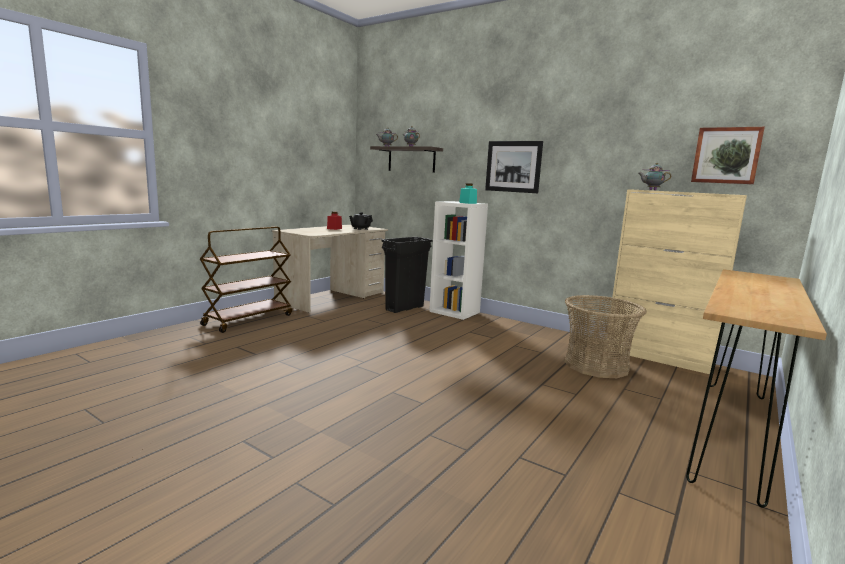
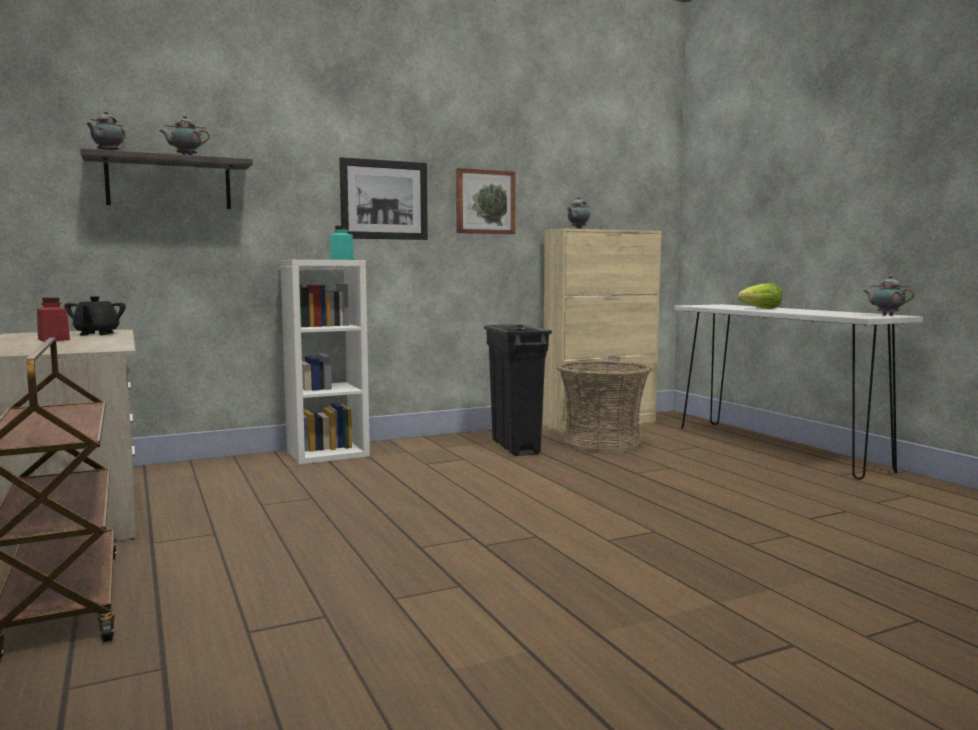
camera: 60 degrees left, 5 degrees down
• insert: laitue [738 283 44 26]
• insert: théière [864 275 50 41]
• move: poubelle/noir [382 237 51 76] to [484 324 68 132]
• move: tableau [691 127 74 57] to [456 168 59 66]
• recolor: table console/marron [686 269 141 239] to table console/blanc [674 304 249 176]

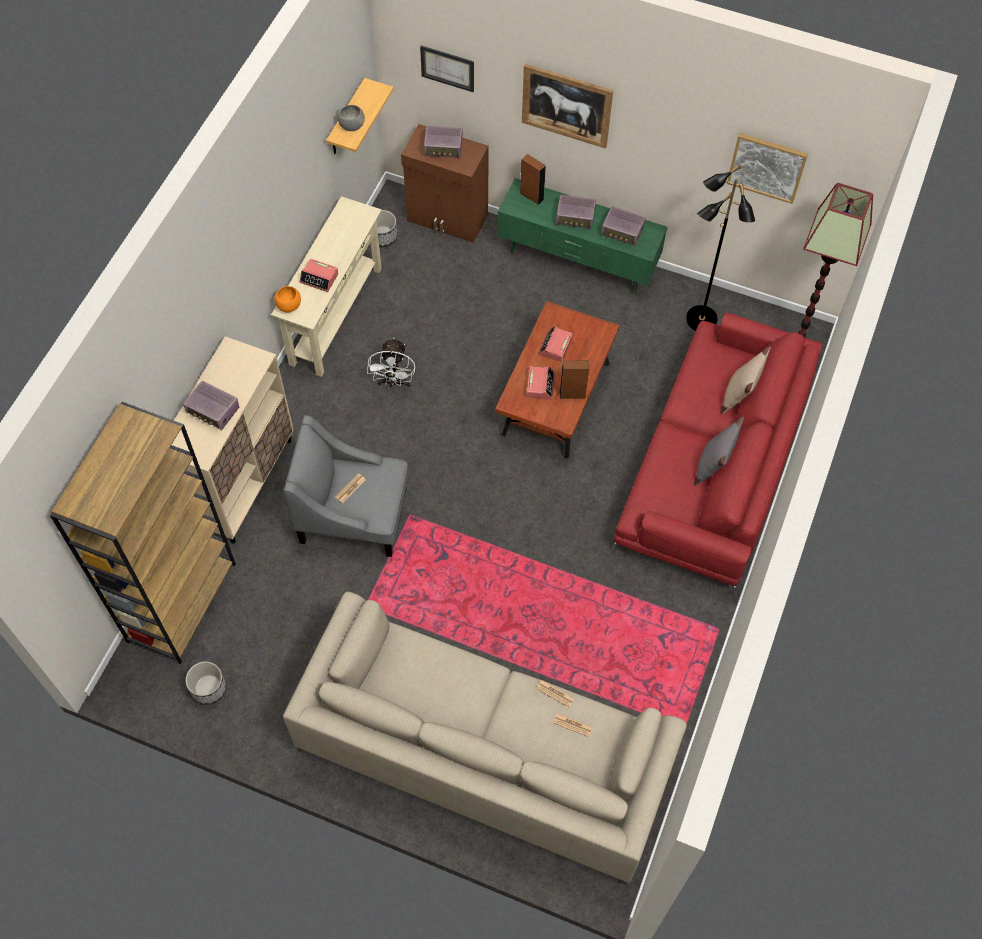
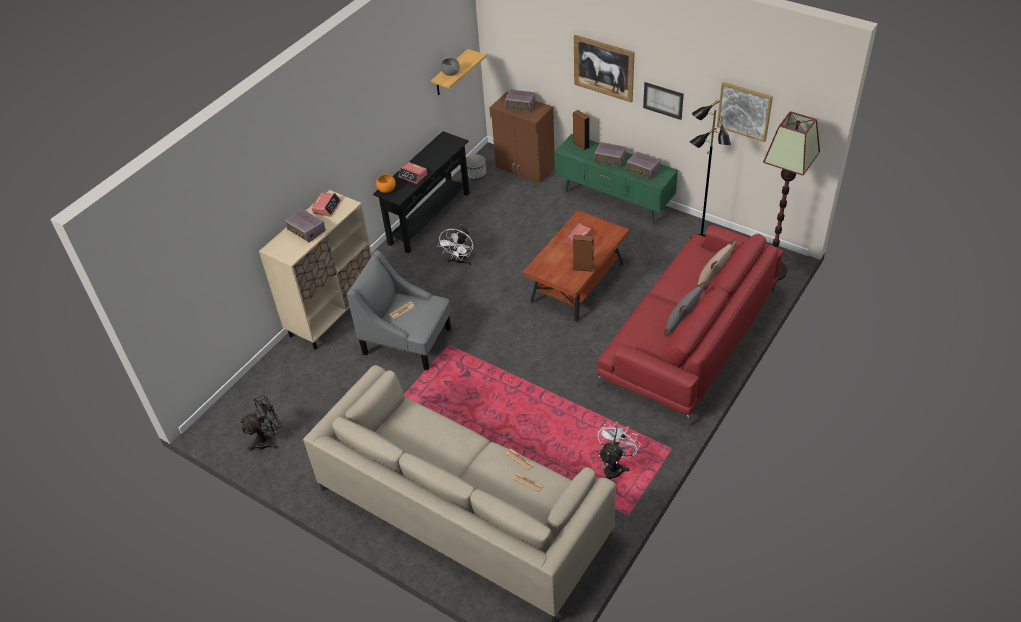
camera: 15 degrees right, 15 degrees down
• delete: bibliothèque/marron [50 402 186 262]
• insert: ventilateur/blanc [597 421 44 58]
• move: tableau [420 46 54 46] to [643 82 41 38]
• move: réveil [526 366 29 34] to [311 192 30 25]
• replace: cache-pot [186 661 40 44] to ventilateur/noir [240 395 43 56]
• recolor: table console/beige [271 196 111 181] to table console/noir [373 131 97 123]

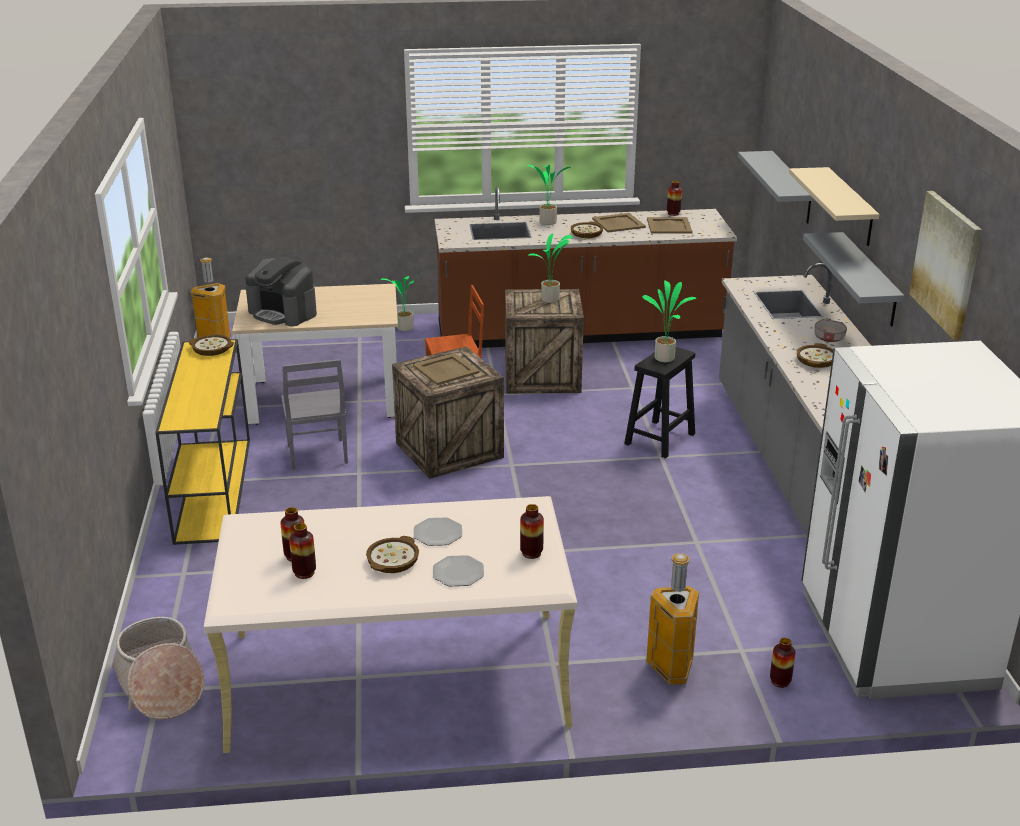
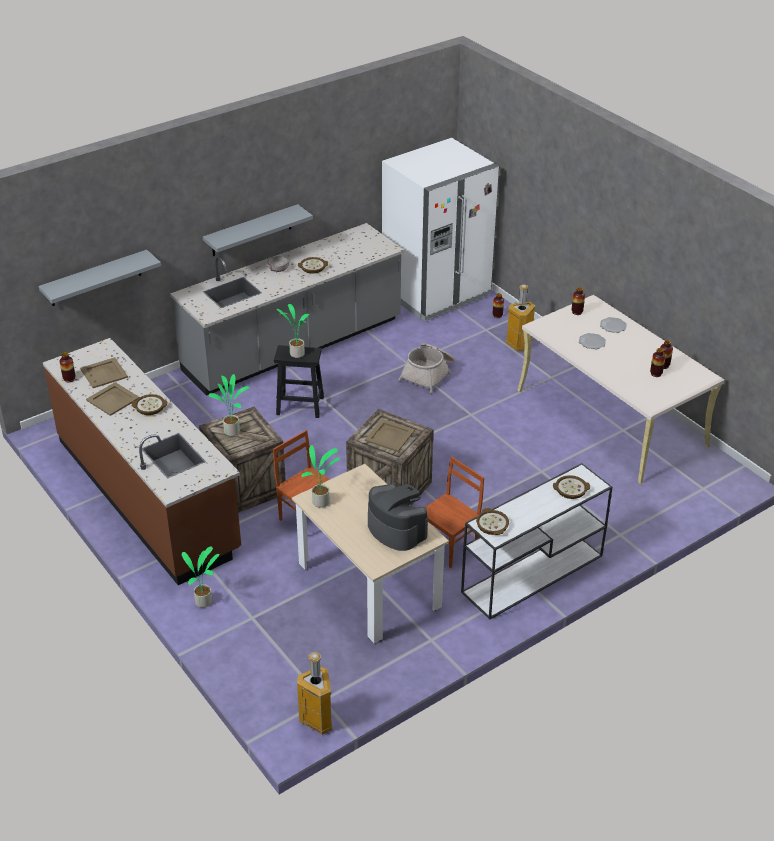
camera: 120 degrees left, 10 degrees up
• delete: étagère/beige [789 167 91 79]
• delete: tableau [909 191 73 149]
• move: panier [112 617 93 103] to [398 343 57 50]
• move: bol [366 536 53 37] to [553 475 37 24]
• move: plante en pot [526 165 46 60] to [301 445 39 63]
• recolor: table console/jaune [155 339 95 206] to table console/blanc [461 463 151 157]
• recolor: chaise/gris [281 359 67 111] to chaise/marron [425 456 59 112]
• rotate: machine à café [245 256 72 70] = [368 484 60 67] 45 degrees counterclockwise

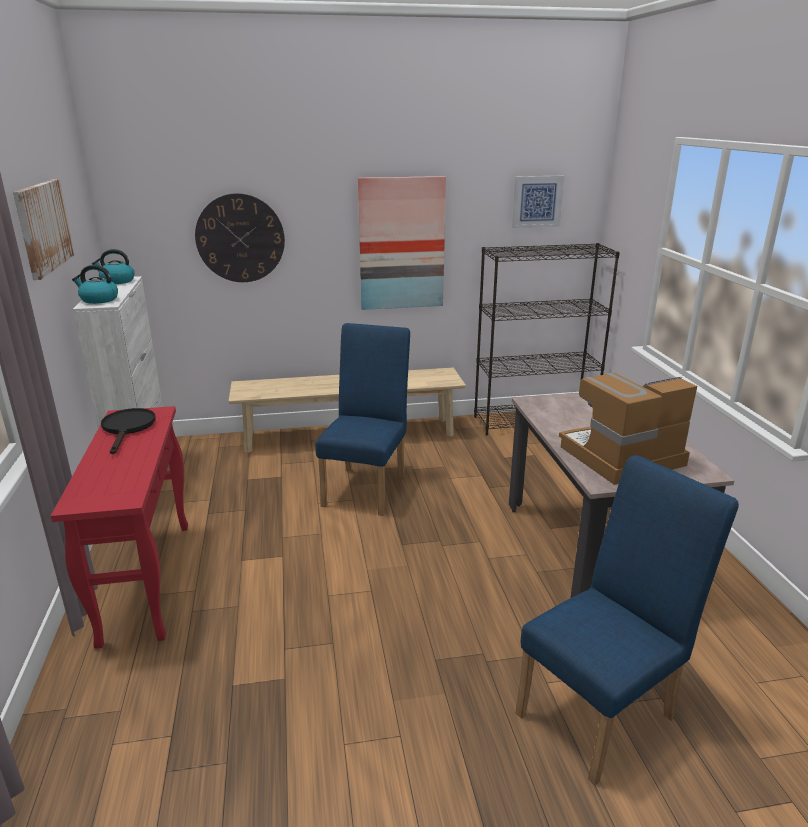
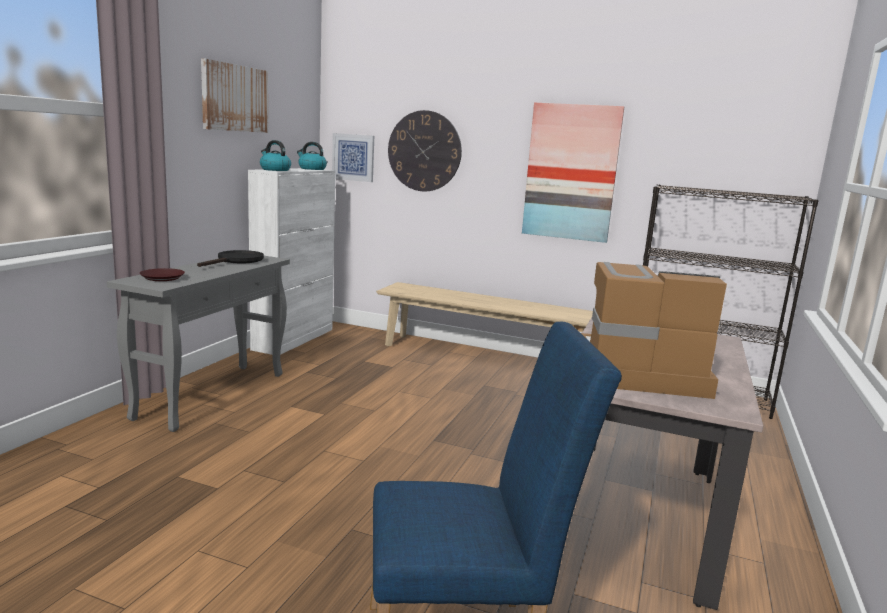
camera: 30 degrees right, 10 degrees down
• delete: chaise/bleu [315 323 95 193]
• insert: assiette/marron [140 268 45 13]
• move: tableau [512 176 52 52] to [332 133 42 49]
• recolor: table console/rouge [51 406 137 242] to table console/gris [107 256 183 176]

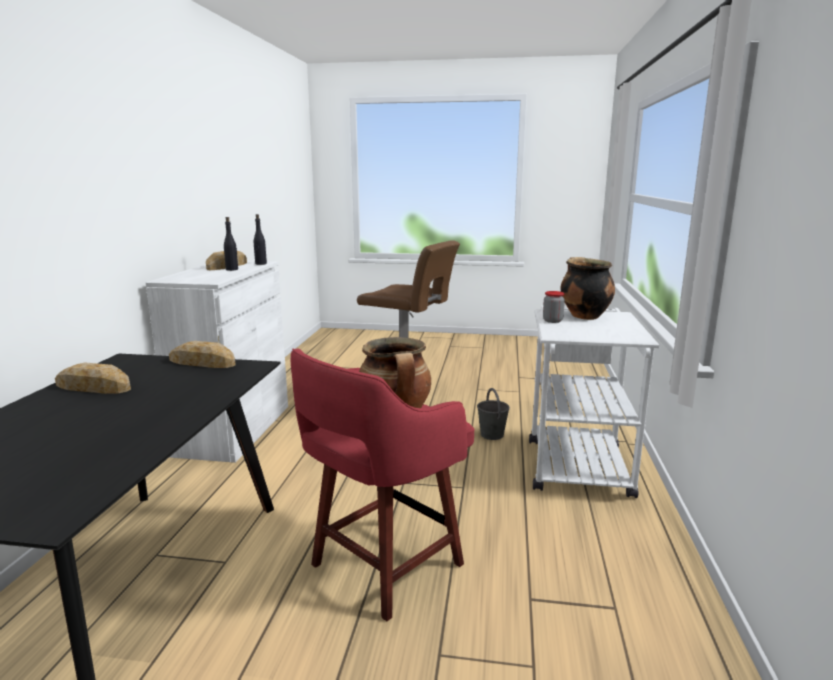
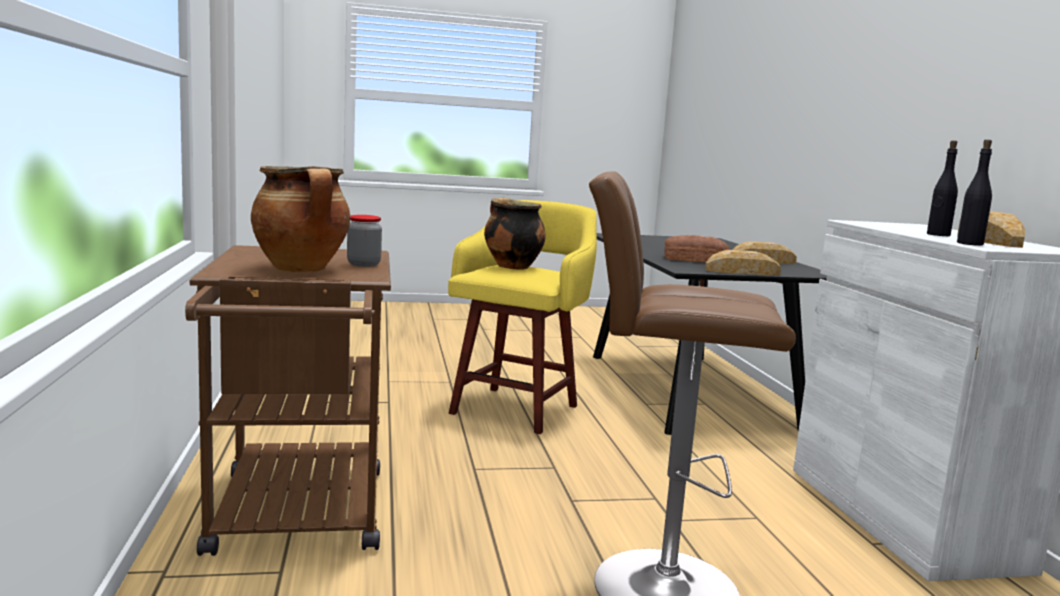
camera: 160 degrees right, 5 degrees down
• delete: seau/gris [477 388 33 52]
• insert: pain [664 235 66 28]
• recolor: tabouret/rouge [291 348 183 273] to tabouret/jaune [448 200 149 234]
• recolor: chariot/blanc [529 305 130 193] to chariot/marron [185 245 206 311]

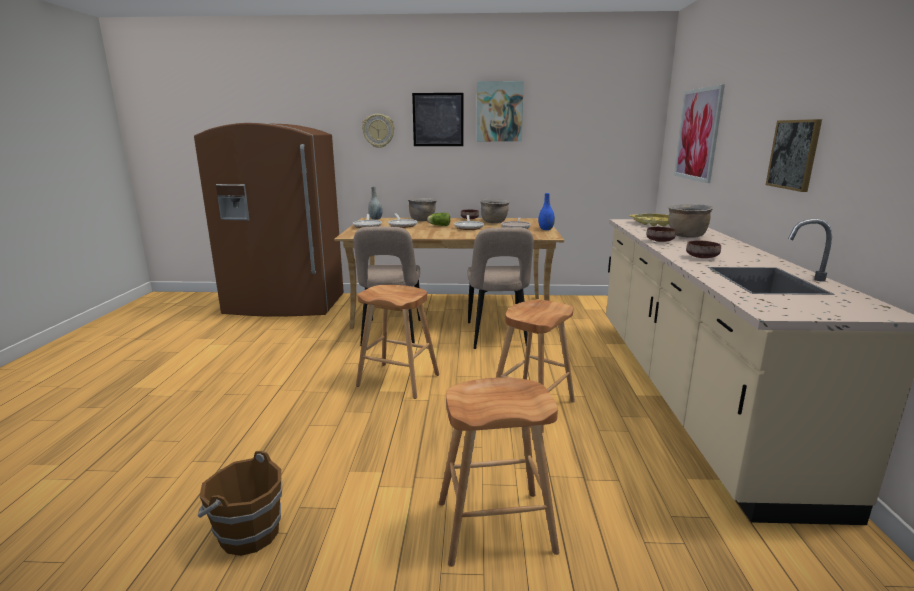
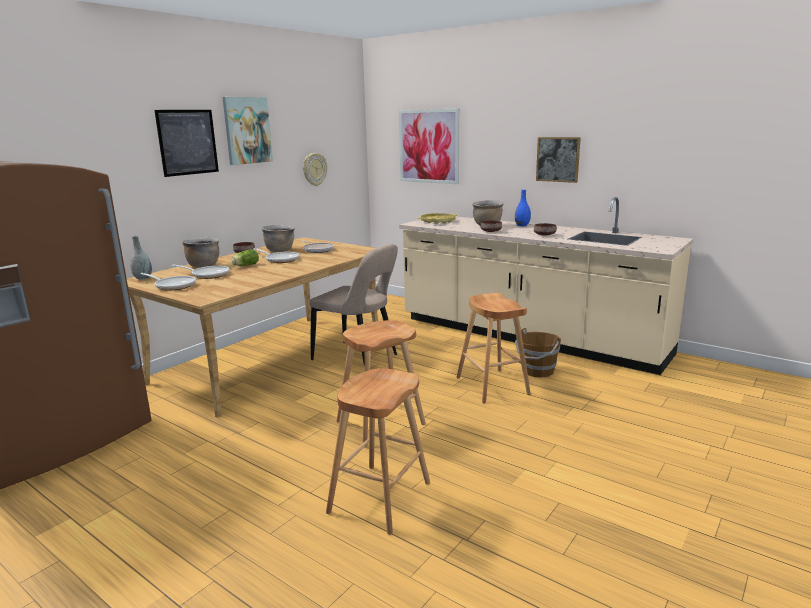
camera: 55 degrees left, 0 degrees up
• delete: chaise/beige [354 226 67 120]
• move: seau/marron [198 451 84 105] to [515 328 46 50]
• move: horloge murale [362 114 33 34] to [303 153 24 33]
• move: tabouret/marron [439 378 121 189] to [326 368 104 167]
• move: vase/bleu [539 193 16 37] to [515 190 16 36]

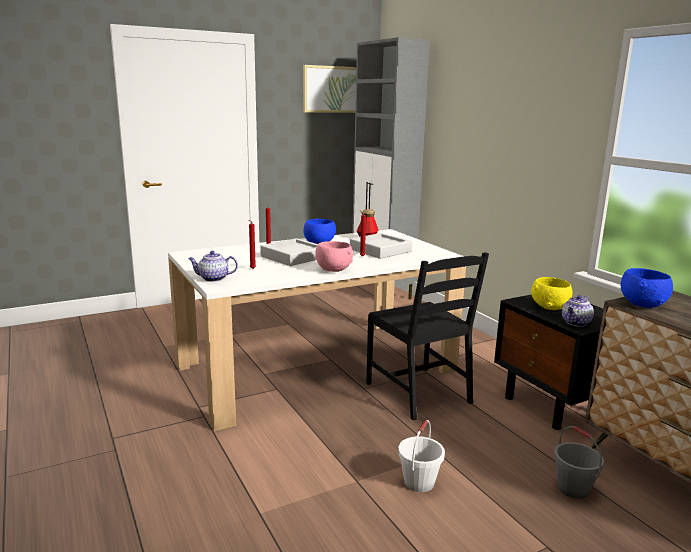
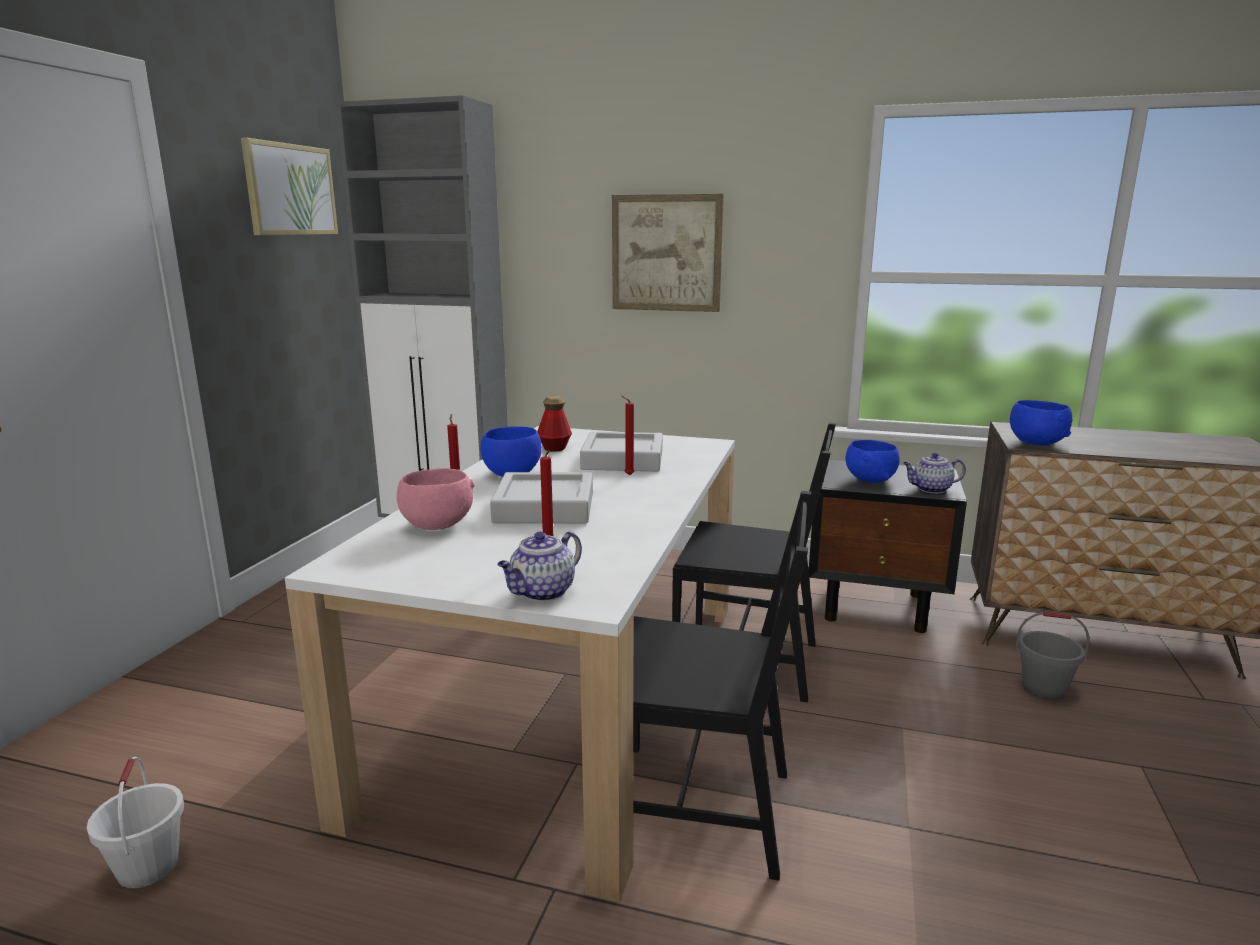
camera: 45 degrees left, 0 degrees up
• insert: tableau [612 194 112 118]
• insert: chaise/noir [633 491 178 390]
• move: bol/rose [315 241 38 31] to [397 468 78 62]
• move: seau/blanc [398 420 47 72] to [87 757 97 131]
• recolor: bol/jaune [531 277 41 33] to bol/bleu [846 440 54 43]
• rotate: théière [562 295 32 32] = [903 452 63 41] 90 degrees clockwise

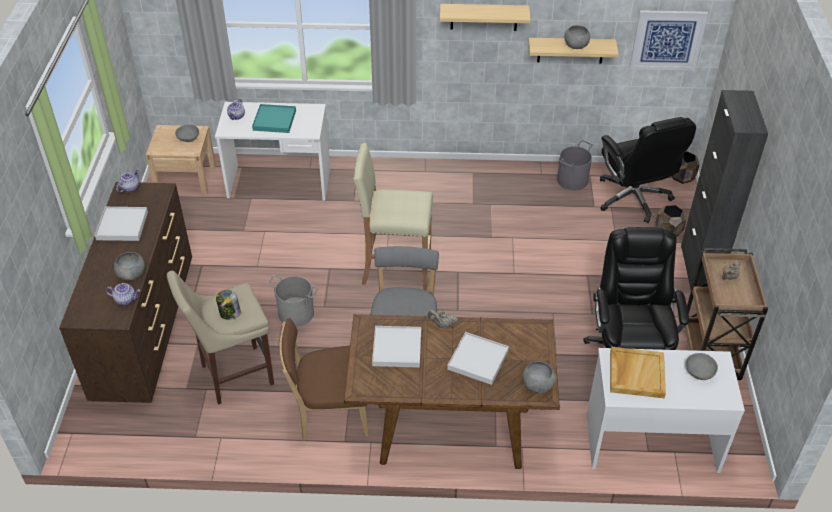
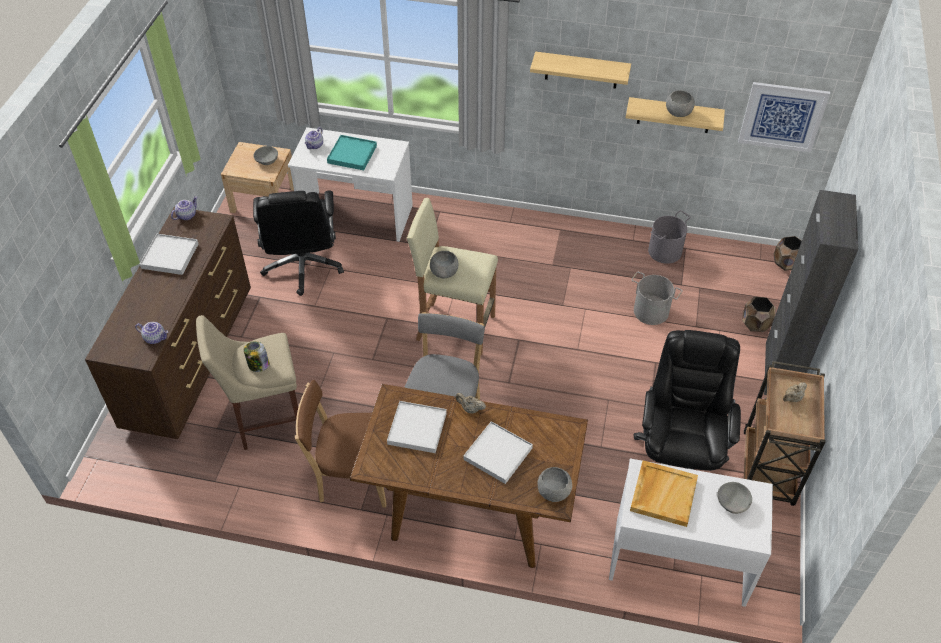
camera: 10 degrees right, 5 degrees up
• move: bol/gris [114 252 31 29] to [430 251 29 27]
• move: seau/gris [268 275 51 52] to [632 272 51 53]
• move: chaise de bureau/noir [600 117 96 106] to [253 190 91 106]

